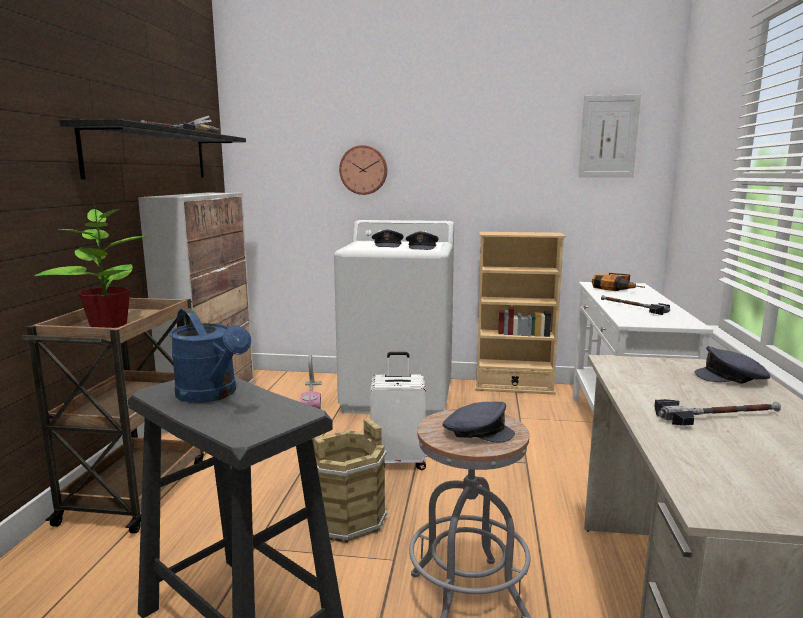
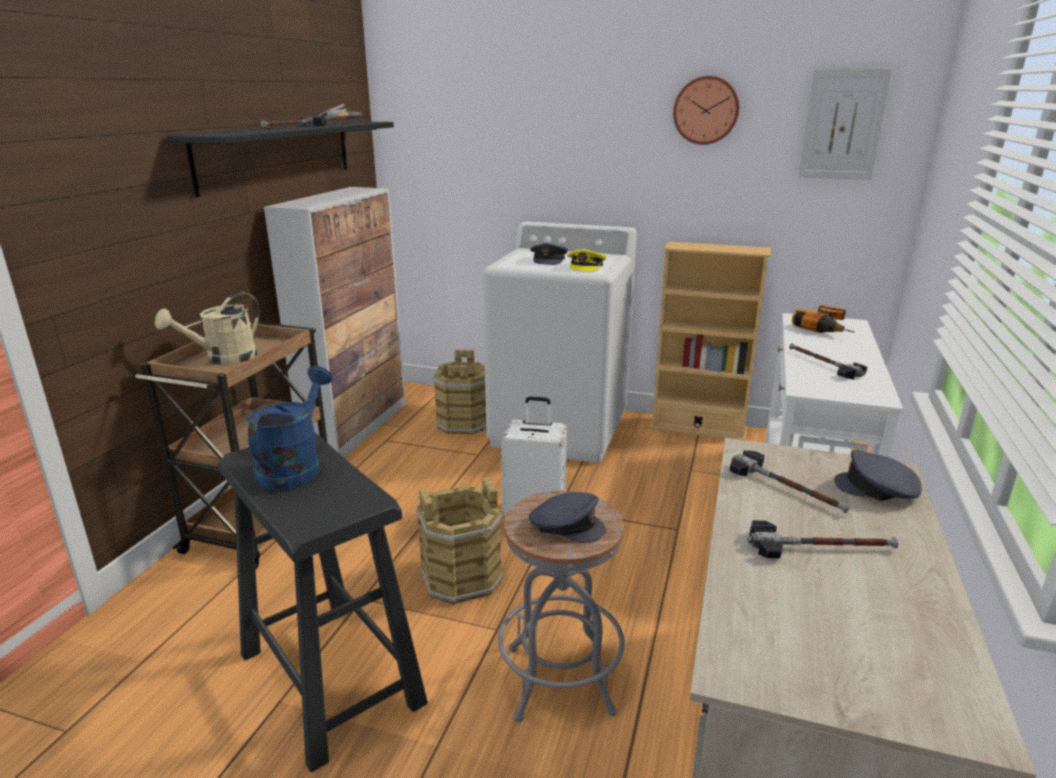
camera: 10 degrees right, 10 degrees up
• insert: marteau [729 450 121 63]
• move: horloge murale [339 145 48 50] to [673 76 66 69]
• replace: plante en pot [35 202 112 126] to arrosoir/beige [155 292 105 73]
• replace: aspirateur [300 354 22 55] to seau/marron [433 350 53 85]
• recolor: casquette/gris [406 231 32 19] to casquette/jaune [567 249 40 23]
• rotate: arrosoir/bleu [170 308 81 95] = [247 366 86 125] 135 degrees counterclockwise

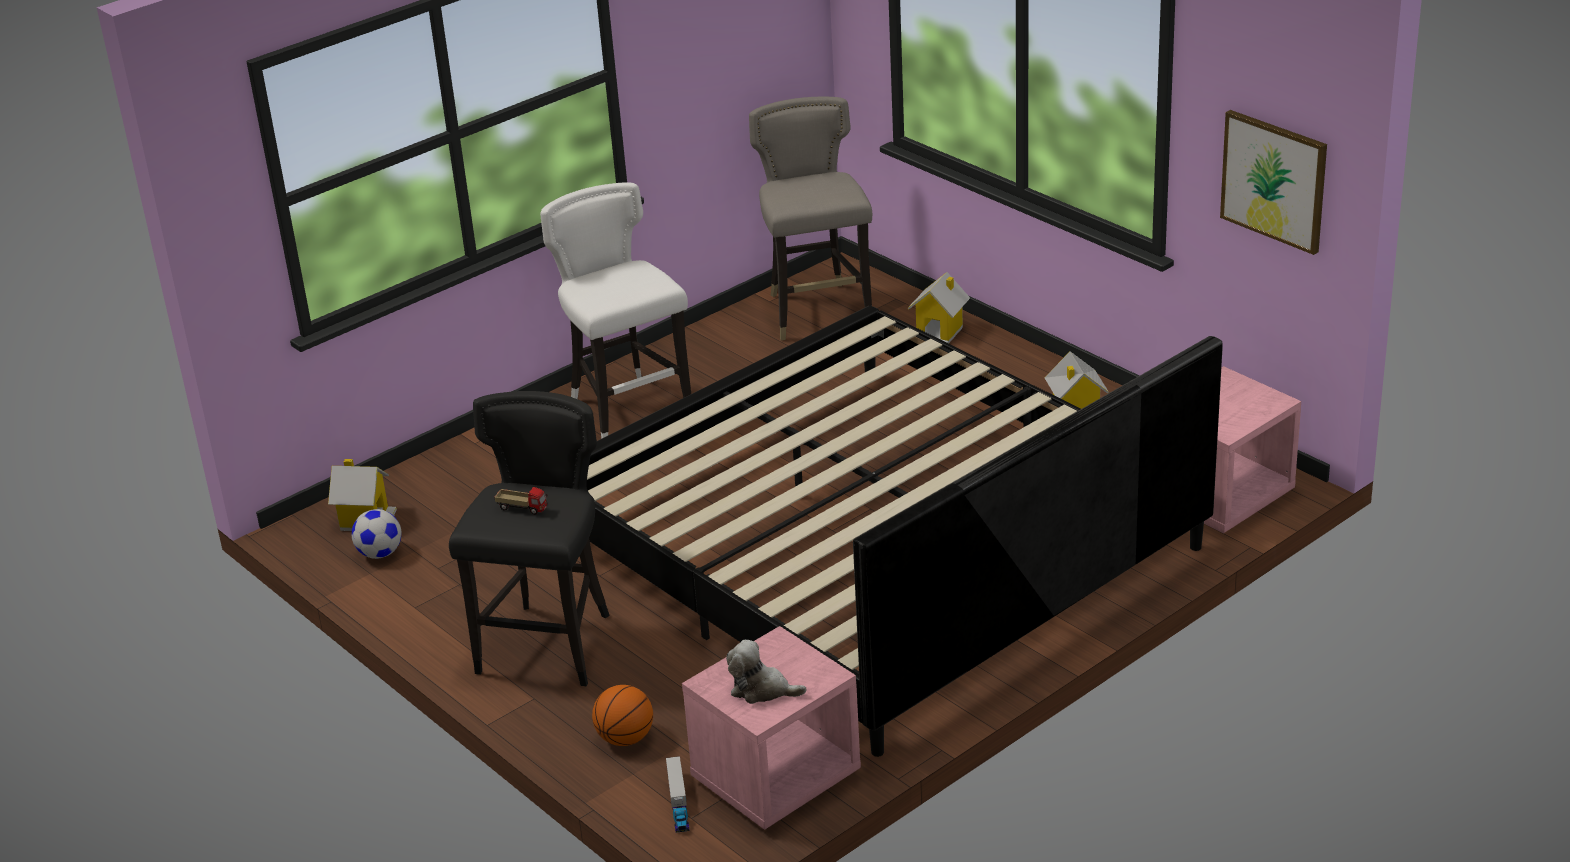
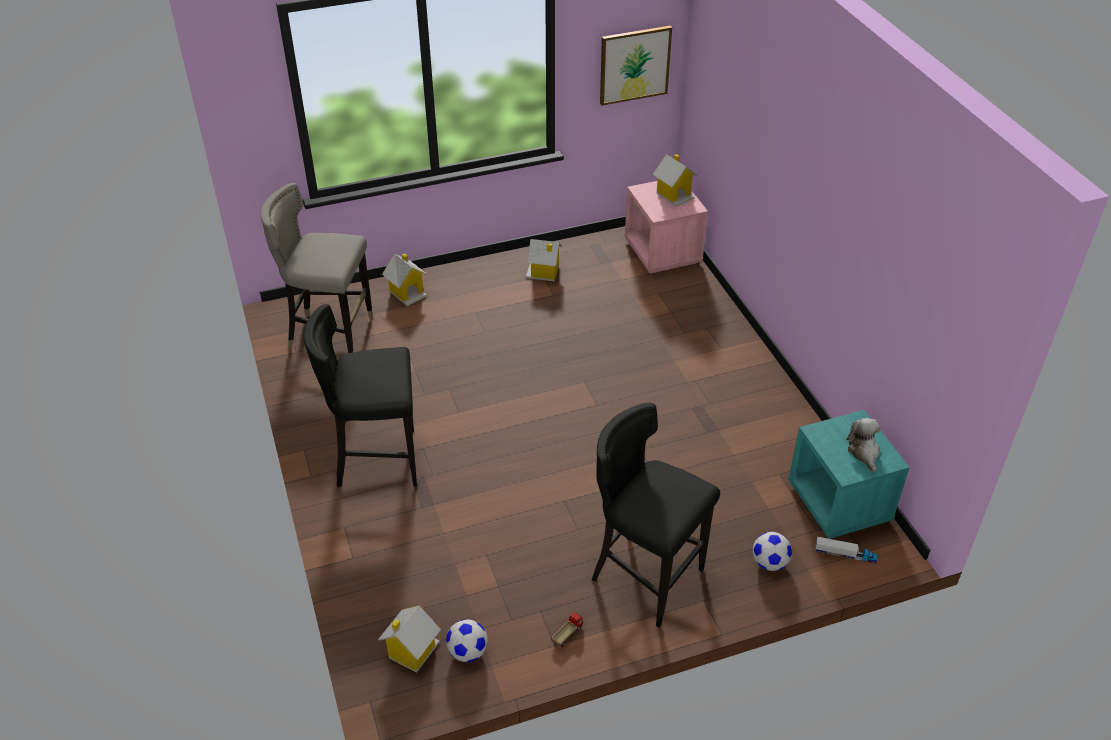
camera: 70 degrees left, 10 degrees up
• delete: lit [586 306 637 451]
• insert: maison miniature [652 154 46 53]
• move: camion jouet [495 487 53 28] to [551 612 32 35]
• replace: ballon de basket [592 685 61 61] to ballon de foot [753 532 39 39]
• recolor: tabouret/blanc [540 182 151 257] to tabouret/noir [303 304 114 184]
• recolor: table de chevet/rose [682 626 179 204] to table de chevet/turquoise [788 410 122 129]
• rotate: peluche [726 640 80 64] = [847 418 33 54] 135 degrees clockwise

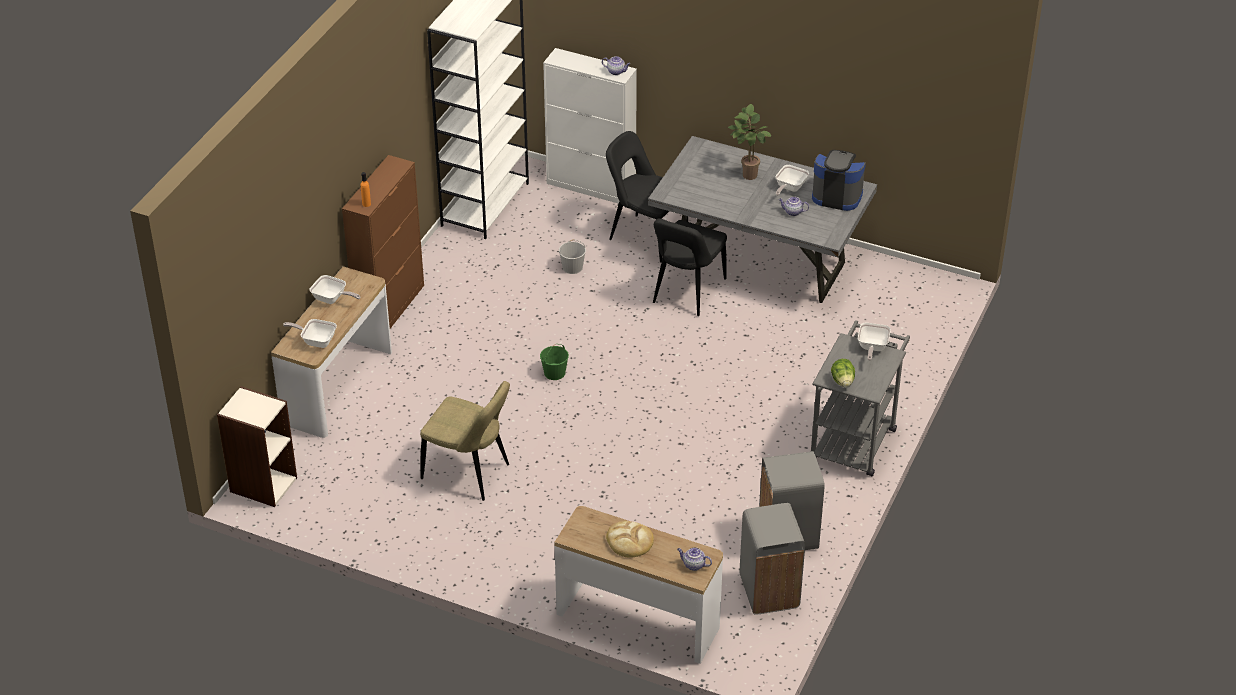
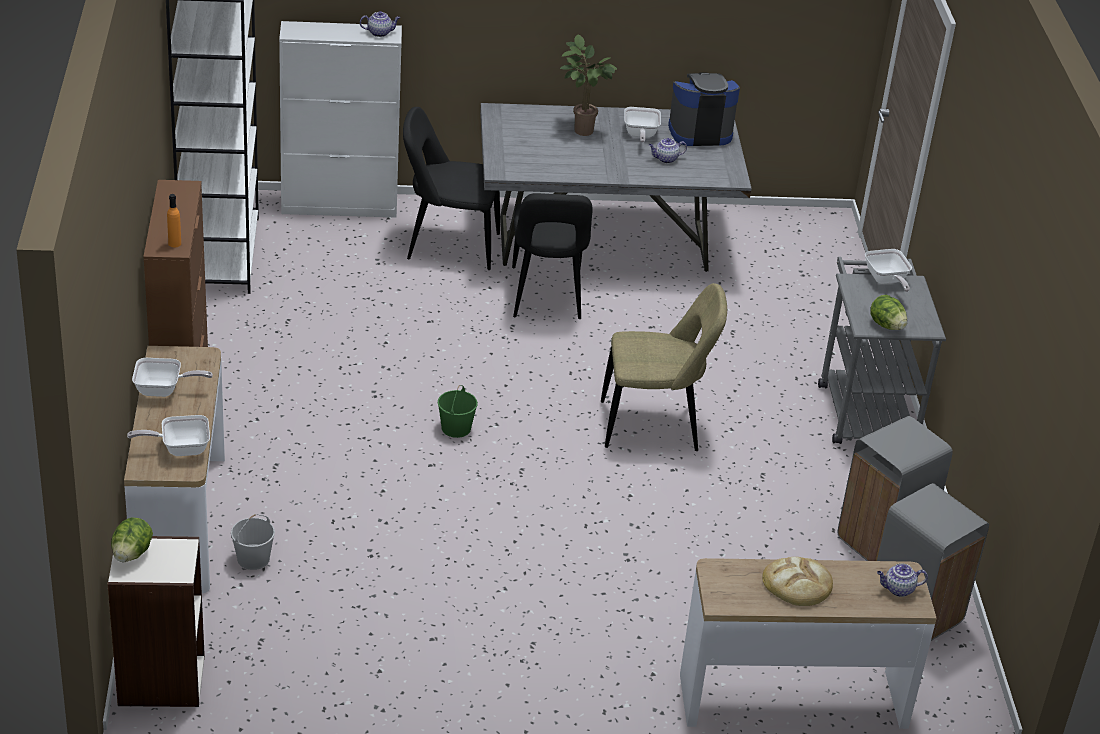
camera: 30 degrees left, 5 degrees down
• insert: laitue [111 517 42 45]
• move: chaise/beige [420 381 90 120] to [601 283 126 168]
• move: seau/blanc [559 239 27 35] to [231 514 44 56]

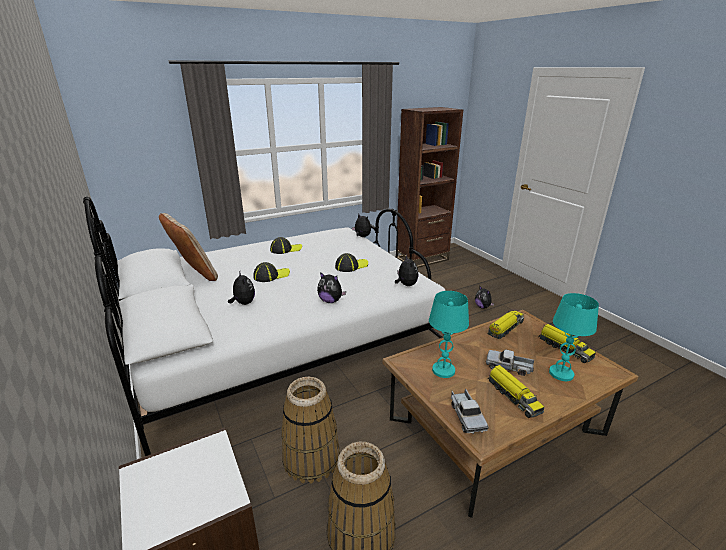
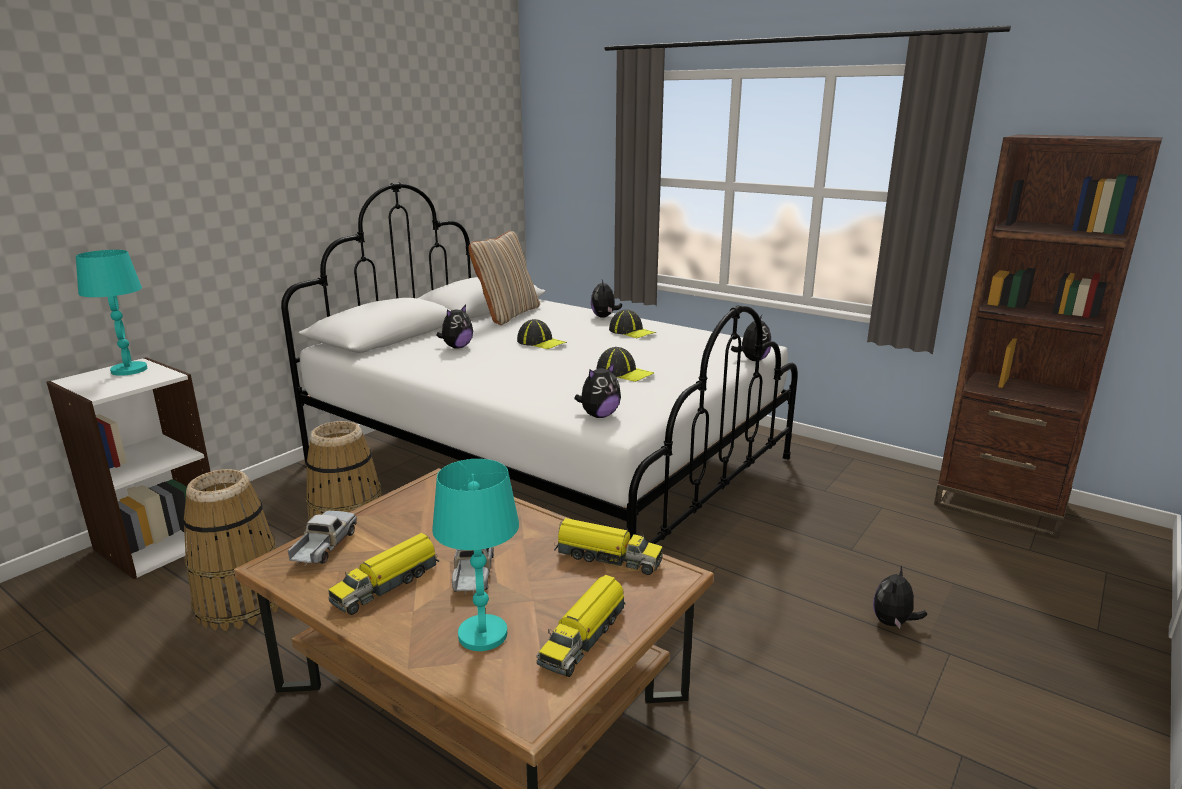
camera: 65 degrees right, 5 degrees down
• move: peluche [317 272 29 31] to [591 279 31 39]
• move: lampe de table/turquoise [429 291 40 87] to [76 250 71 126]
• rotate: camion jouet [451 389 38 45] = [288 511 69 55] 135 degrees clockwise

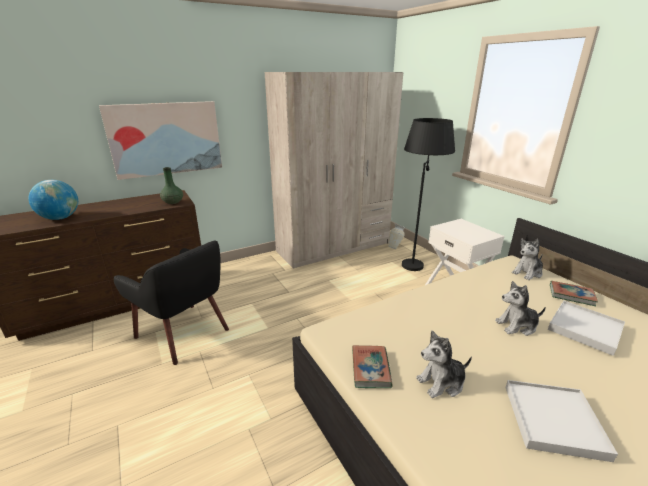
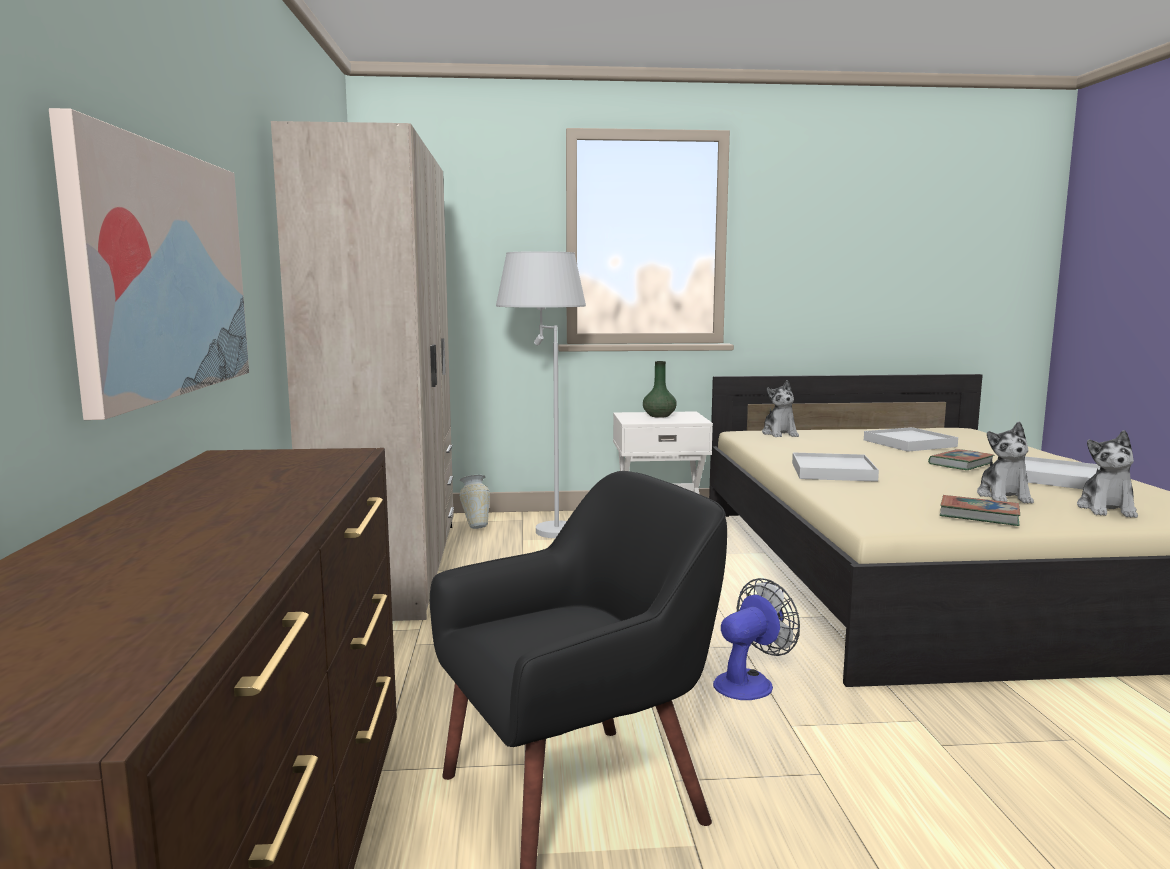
camera: 65 degrees left, 15 degrees down
• delete: globe [28 180 50 40]
• insert: ventilateur [713 578 87 122]
• insert: plateau/blanc [792 453 87 29]
• move: vase/vert [160 167 23 37] to [643 361 34 57]
• move: peluche [495 281 51 55] to [1077 430 61 88]
• move: livre [550 281 48 25] to [928 449 67 21]
• recolor: lampadaire/noir [402 118 53 153] to lampadaire/blanc [496 251 90 287]

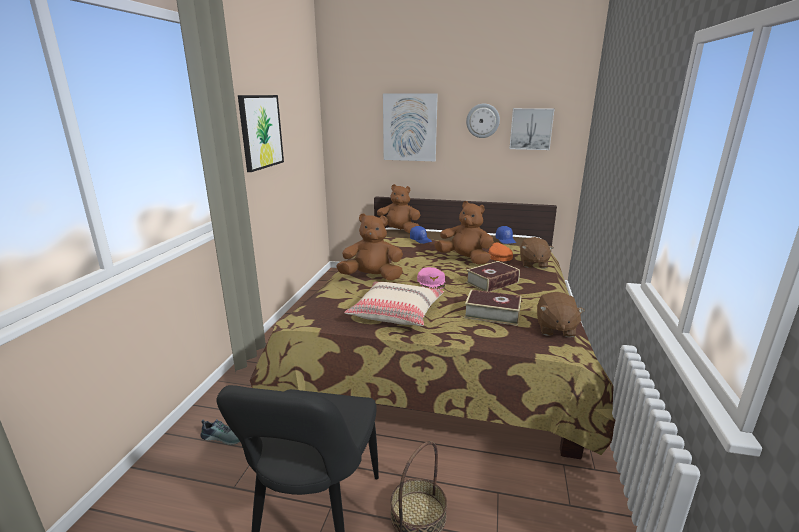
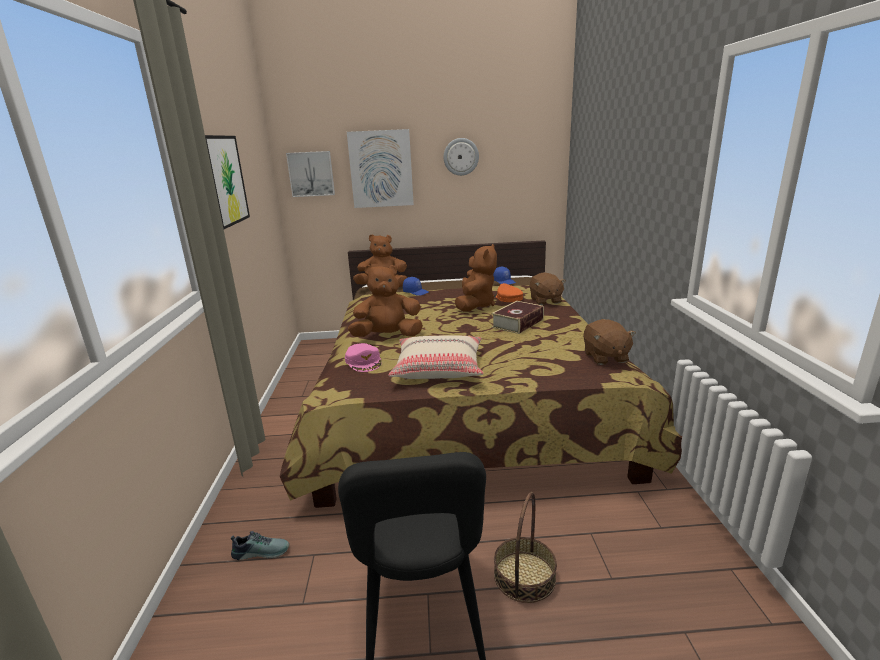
camera: 15 degrees left, 0 degrees up
• delete: livre [464 290 58 36]
• move: casquette/rose [417 267 29 23] to [345 343 36 29]
• move: tableau [509 108 45 42] to [286 151 49 46]
• rotate: peluche/marron [434 201 60 64] = [455 244 42 67] 90 degrees clockwise

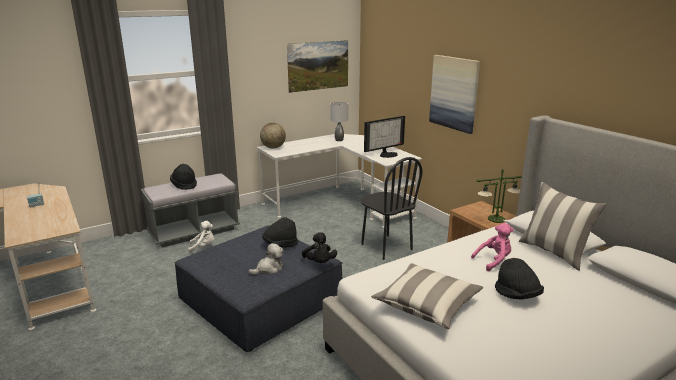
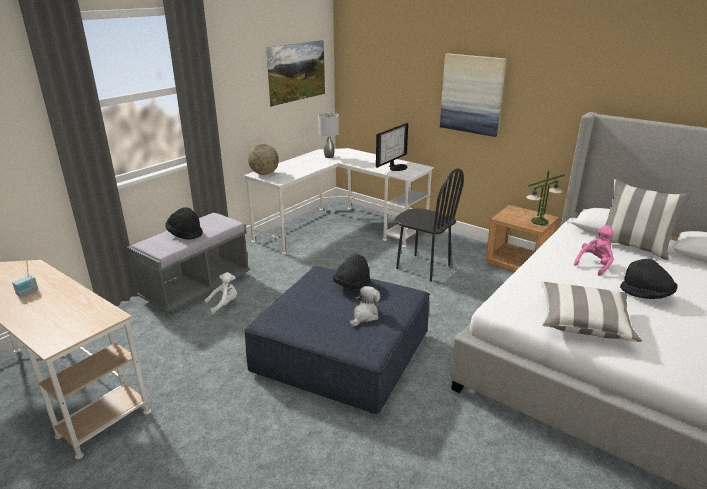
camera: 20 degrees left, 5 degrees up
• delete: peluche/noir [302 232 35 31]

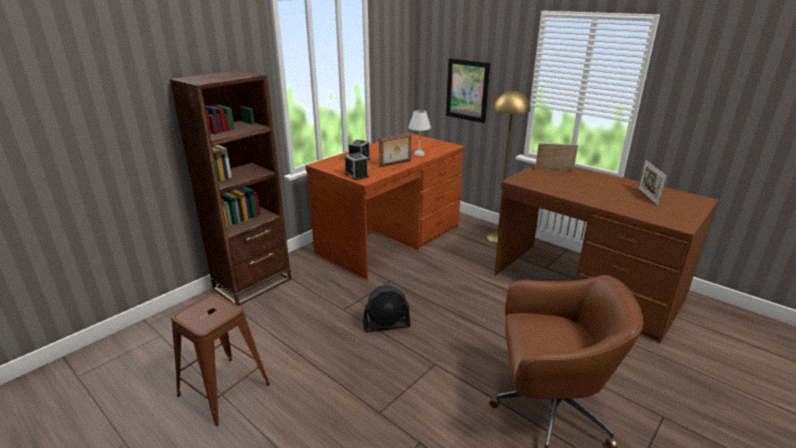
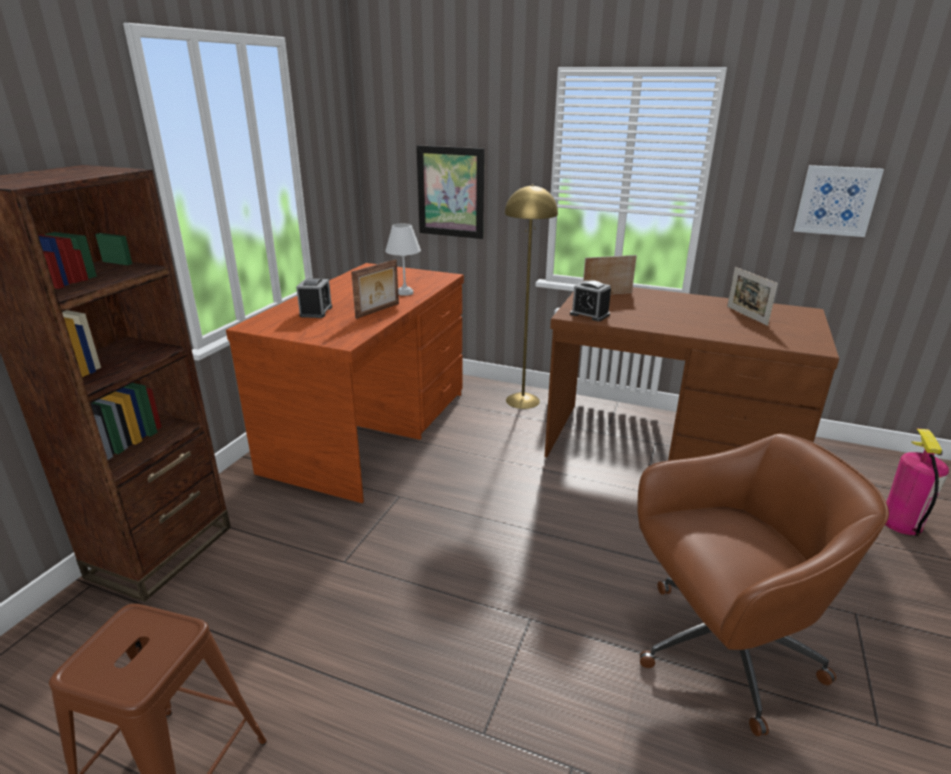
camera: 20 degrees left, 0 degrees up
• delete: ventilateur/noir [363 285 48 47]
• insert: tableau [794 165 90 72]
• insert: extincteur [885 428 64 108]
• move: réveil [344 153 24 27] to [570 280 41 41]

